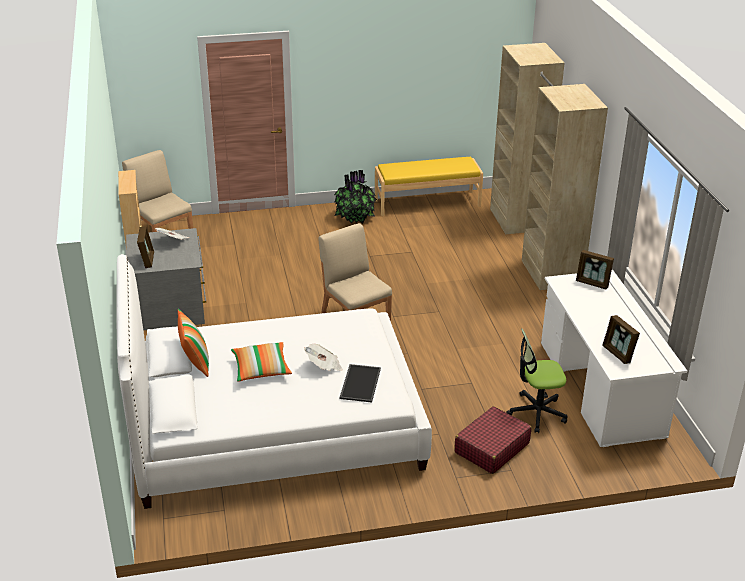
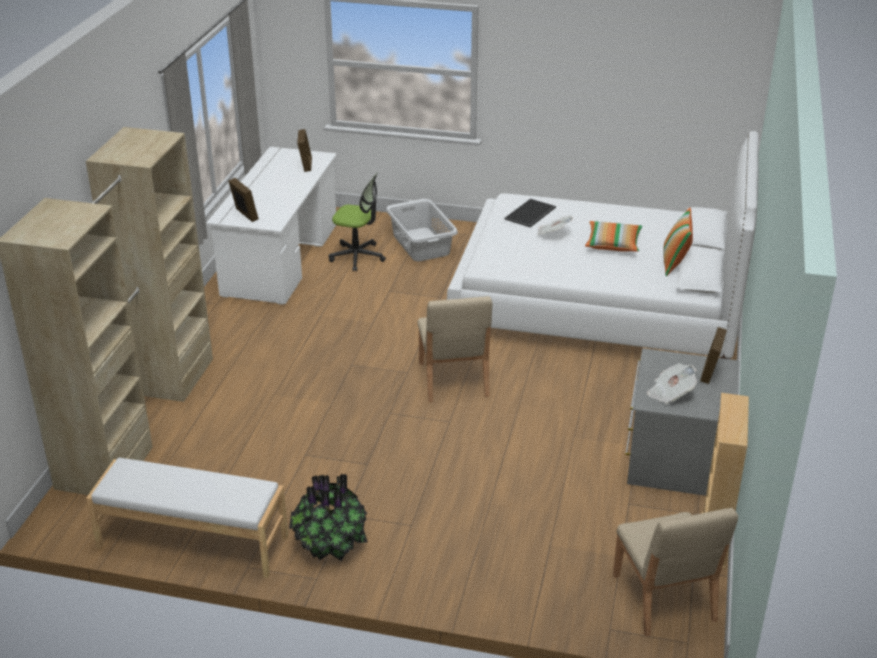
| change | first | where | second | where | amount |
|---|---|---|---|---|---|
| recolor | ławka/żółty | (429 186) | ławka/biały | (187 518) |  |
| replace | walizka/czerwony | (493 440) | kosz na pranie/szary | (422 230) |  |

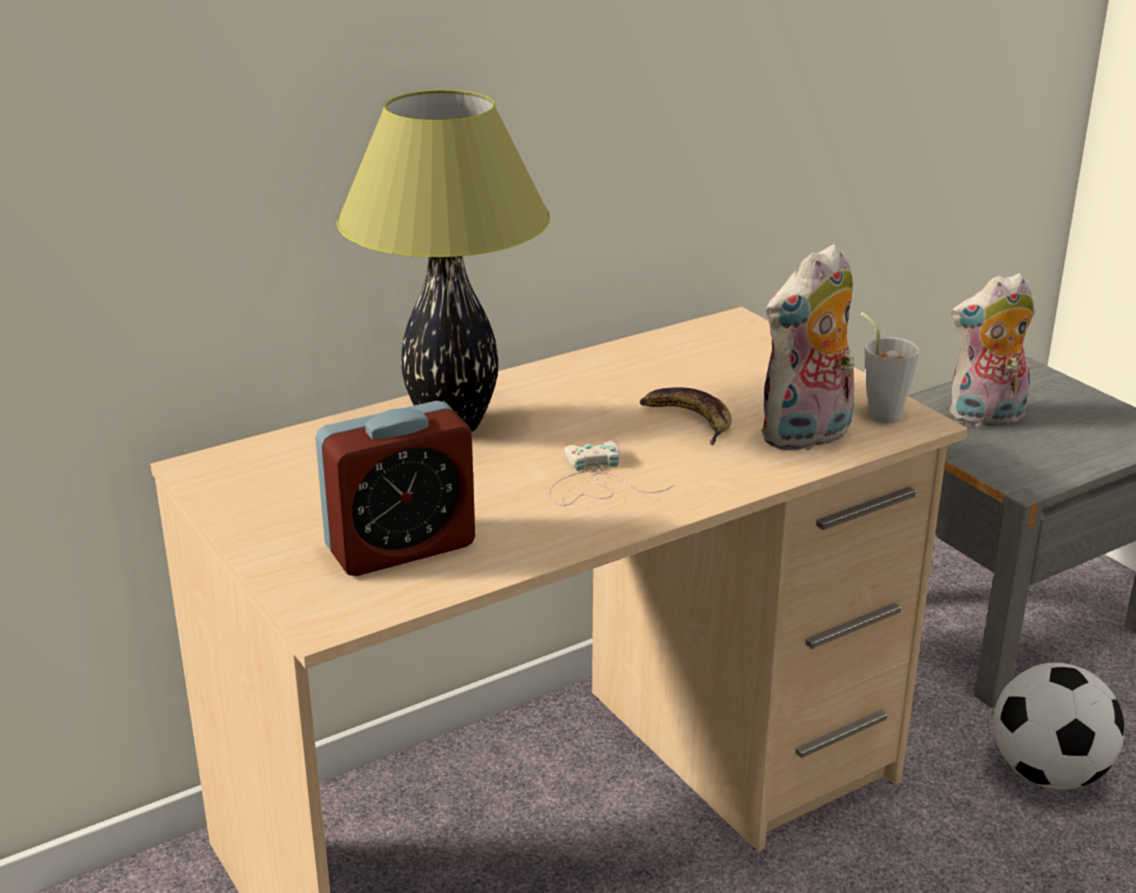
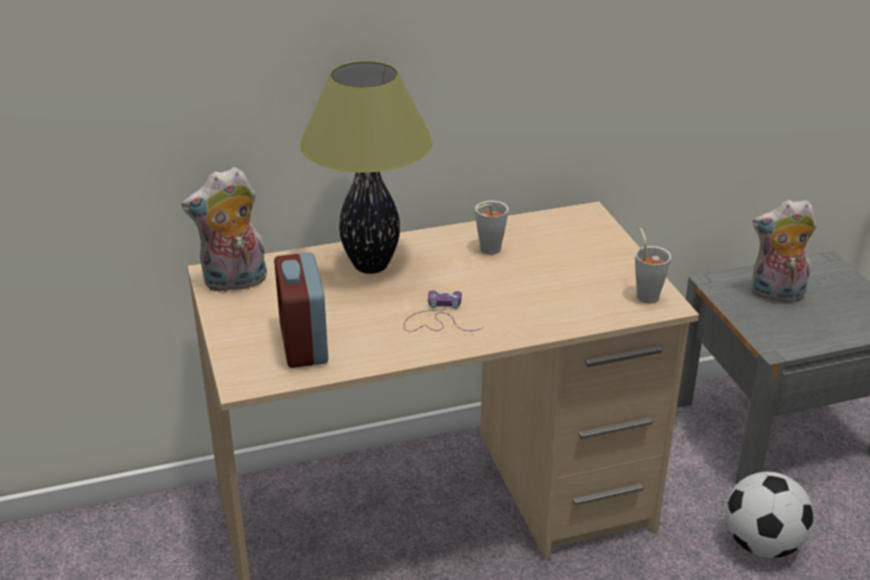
| change | first | where | second | where | amount |
|---|---|---|---|---|---|
| rotate | budzik | (395 488) |  | (301 310) | 90 degrees clockwise |
| recolor | pad do gier/biały | (612 473) | pad do gier/fioletowy | (444 311) |  |
| delete | banan | (685 416) |  |  |  |
| move | pluszak | (813 348) |  | (224 229) |  |
| insert |  |  | filiżanka/szary | (492 228) |  |

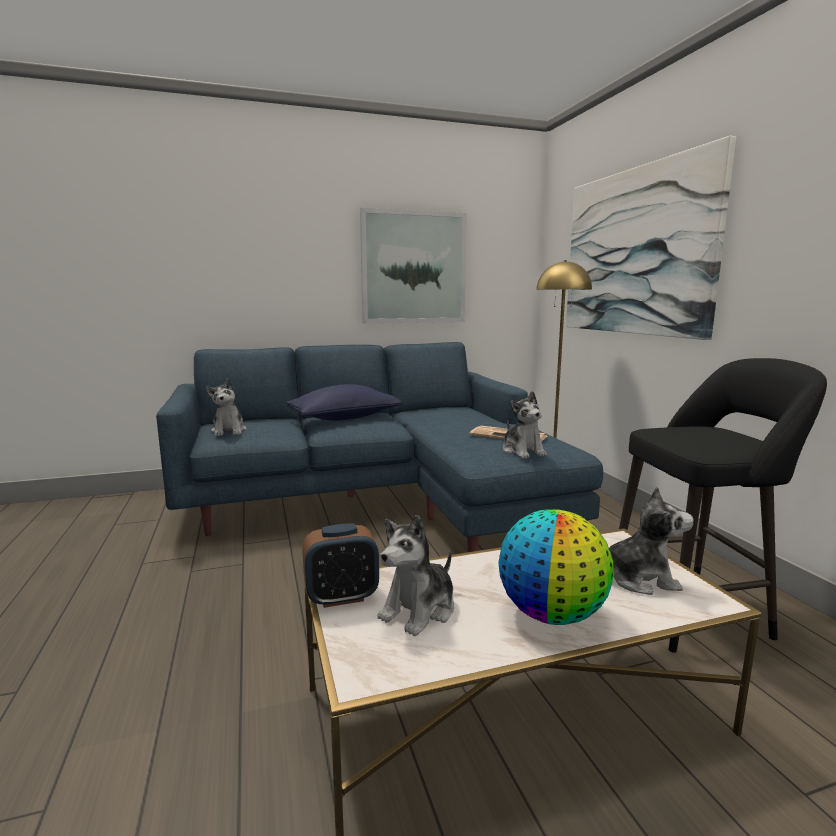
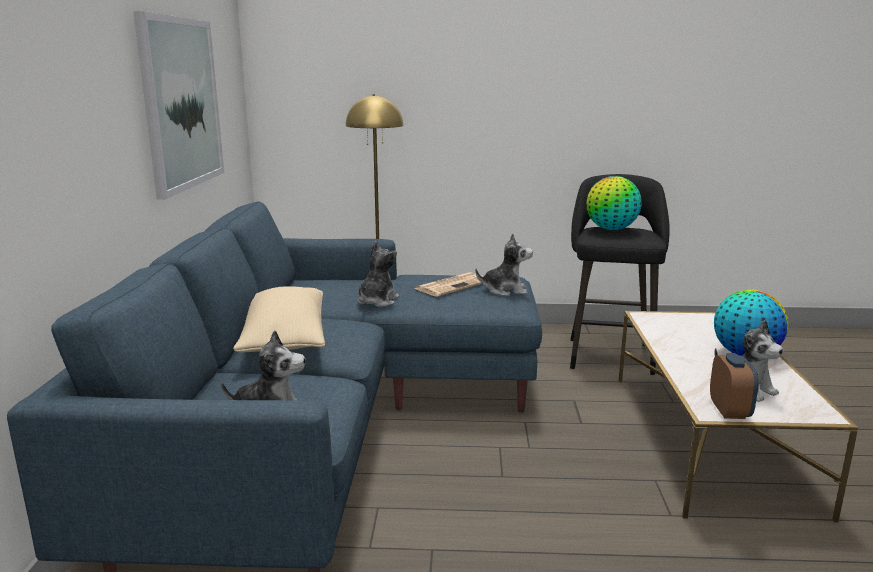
| change | first | where | second | where | amount |
|---|---|---|---|---|---|
| recolor | poduszka/niebieski | (344 402) | poduszka/beżowy | (279 319) |  |
| delete | obraz | (651 238) |  |  |  |
| move | pluszak | (651 541) |  | (378 273) |  |
| insert |  |  | globus | (614 203) |  |

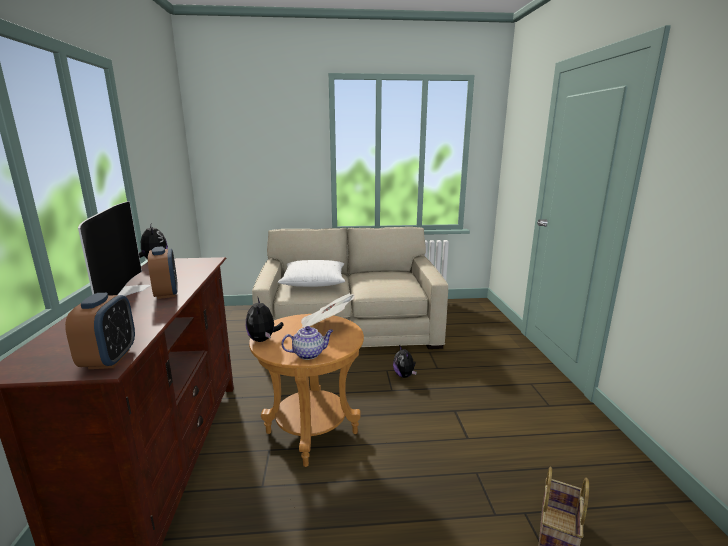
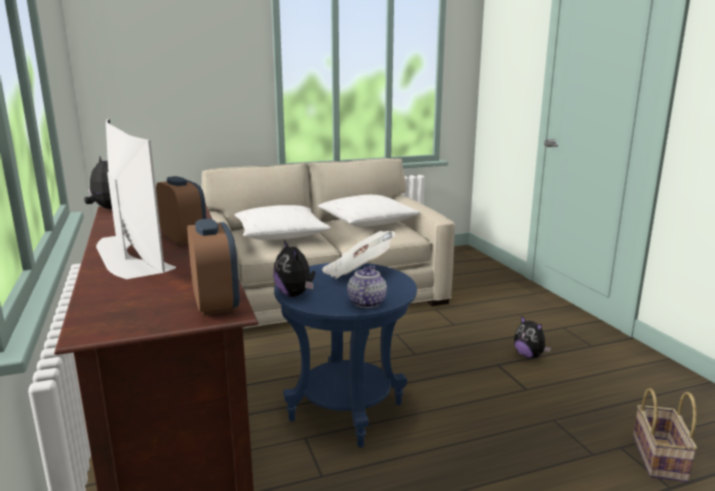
| change | first | where | second | where | amount |
|---|---|---|---|---|---|
| recolor | stolik/brązowy | (306 390) | stolik/niebieski | (345 355) |  |
| rotate | imbryk | (307 343) |  | (367 287) | 45 degrees counterclockwise |
| move | pluszak | (405 361) |  | (532 337) |  |
| insert |  |  | poduszka/biały | (369 211) |  |

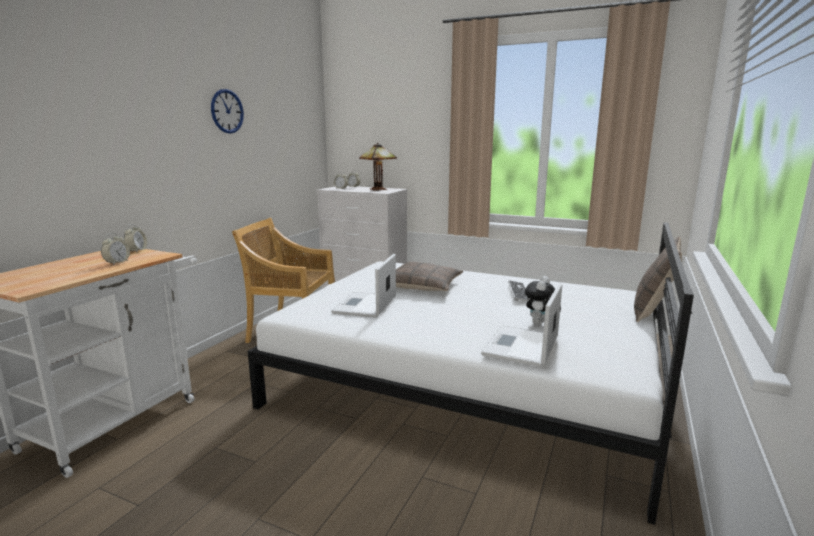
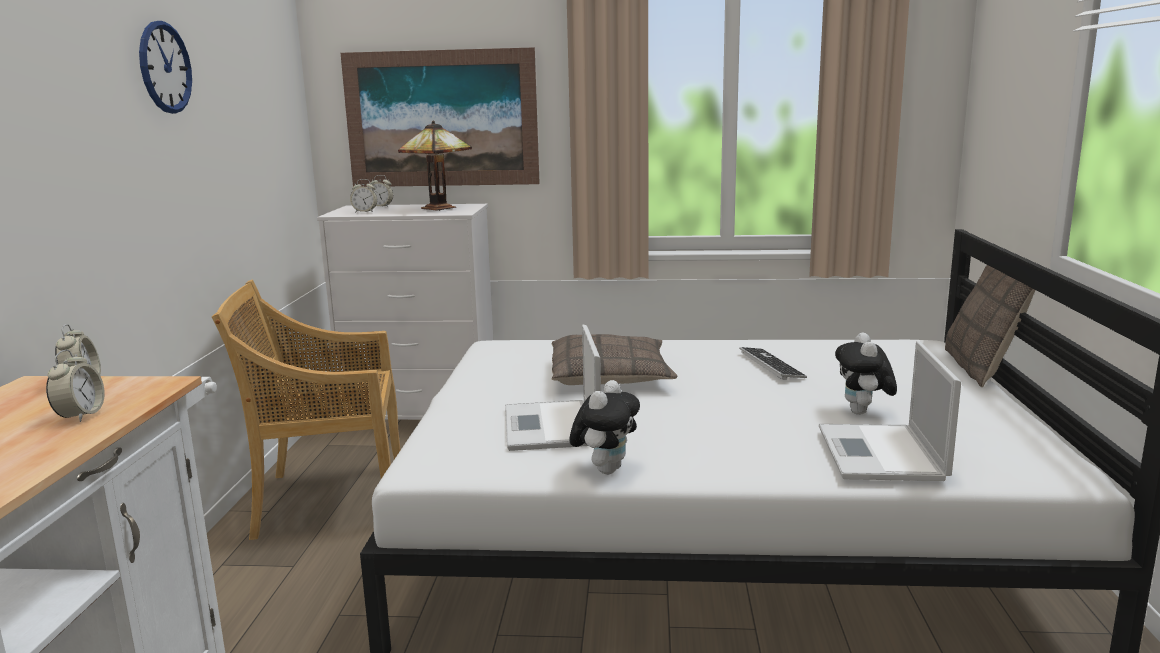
| change | first | where | second | where | amount |
|---|---|---|---|---|---|
| insert |  |  | obraz | (440 117) |  |
| insert |  |  | pluszak | (605 427) |  |

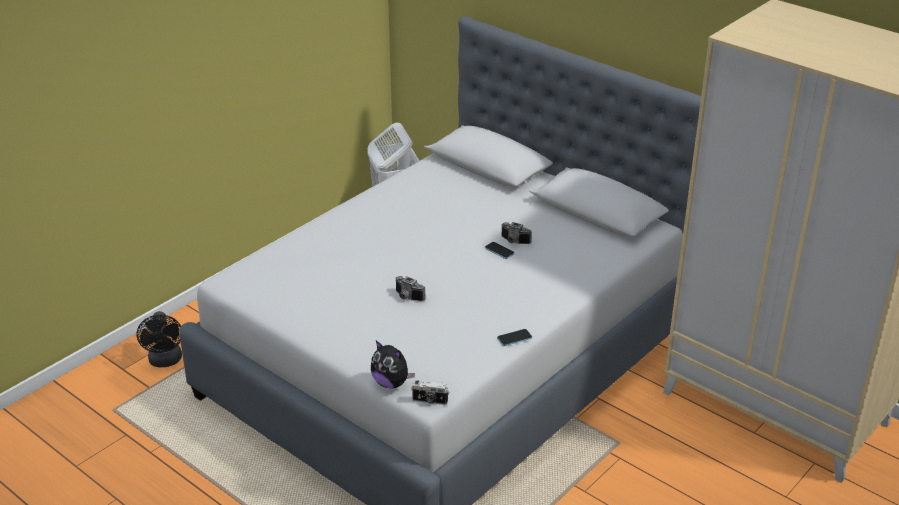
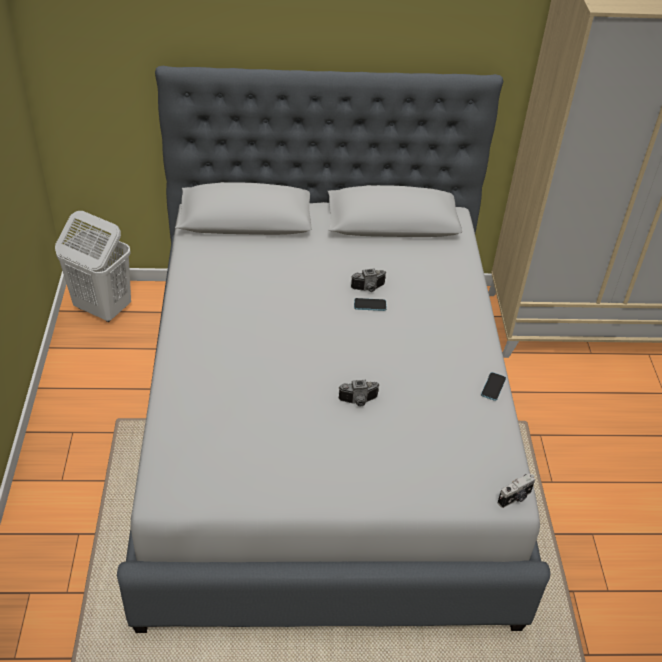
| change | first | where | second | where | amount |
|---|---|---|---|---|---|
| delete | wentylator/czarny | (159 339) |  |  |  |
| delete | pluszak | (393 365) |  |  |  |

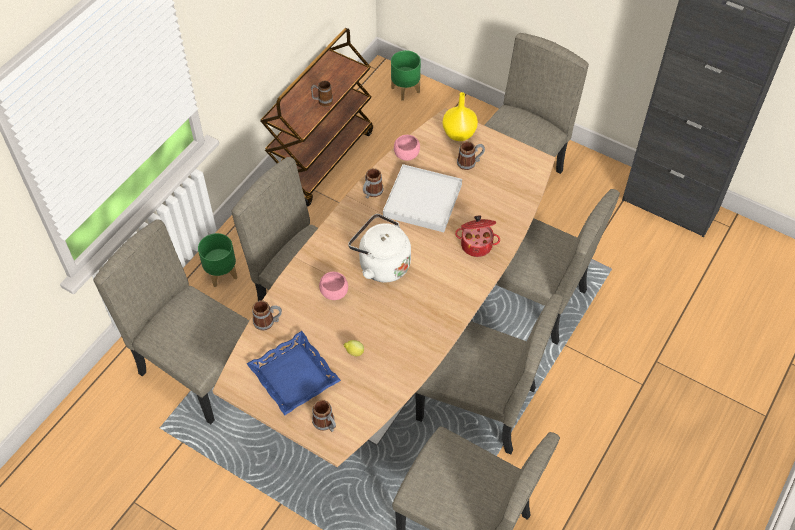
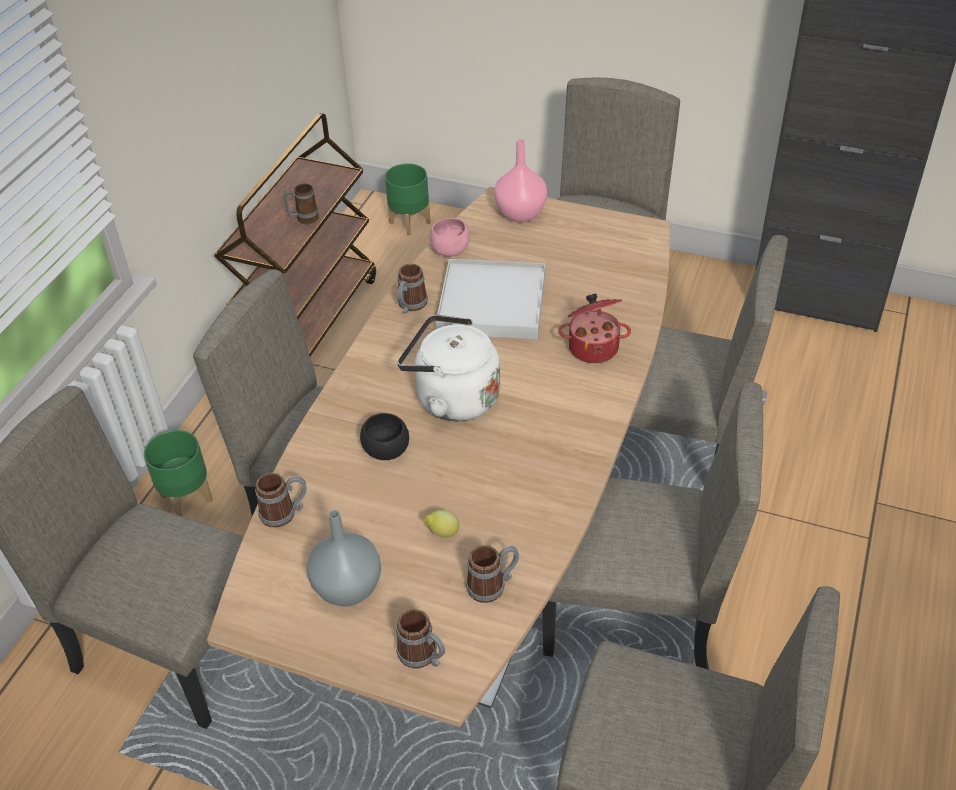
| change | first | where | second | where | amount |
|---|---|---|---|---|---|
| replace | taca/niebieski | (294 373) | wazon/szary | (344 558) |  |
| recolor | miska/różowy | (333 286) | miska/czarny | (384 436) |  |
| recolor | wazon/żółty | (460 116) | wazon/różowy | (520 181) |  |
| move | kubek | (471 155) |  | (492 574) |  |

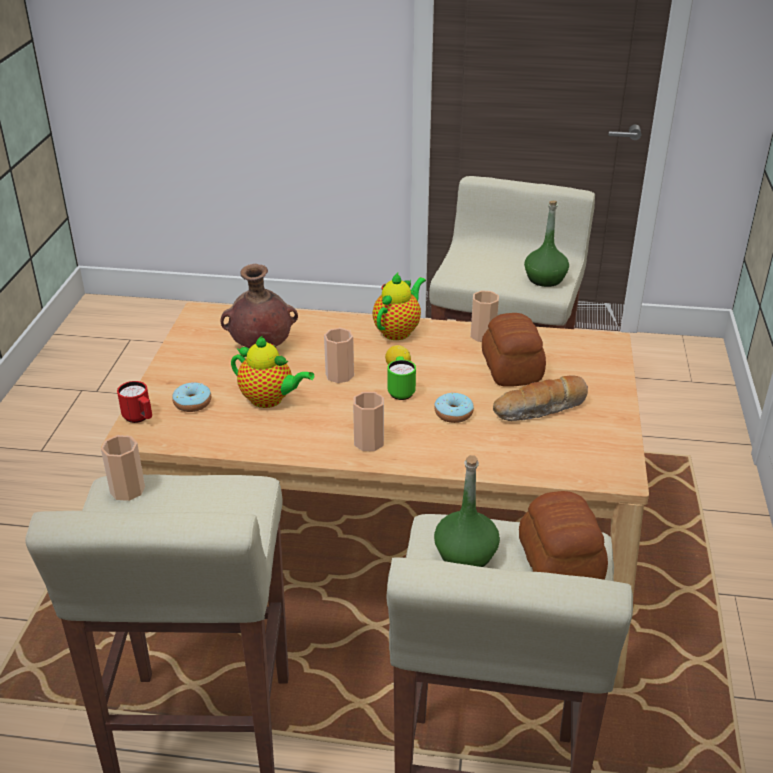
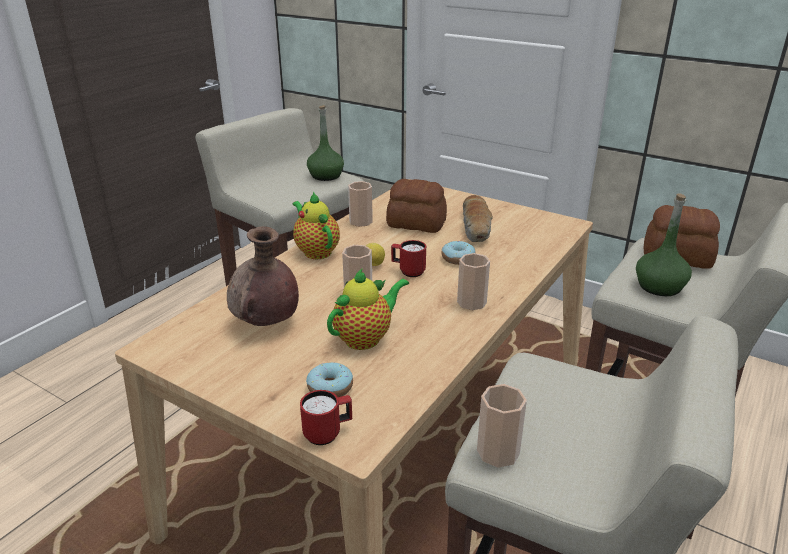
| change | first | where | second | where | amount |
|---|---|---|---|---|---|
| recolor | kubek/zielony | (401 378) | kubek/czerwony | (408 258) |  |

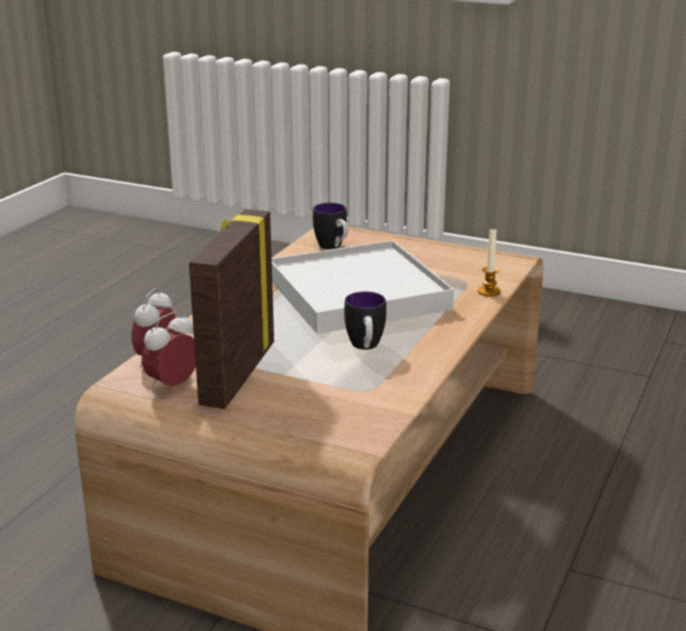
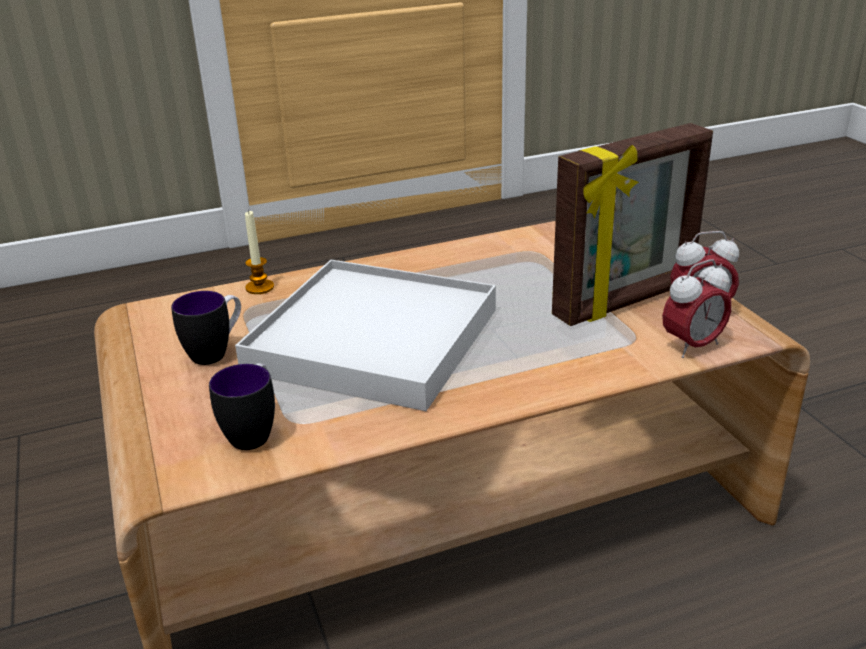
| change | first | where | second | where | amount |
|---|---|---|---|---|---|
| move | kubek | (365 320) |  | (206 328) |  |

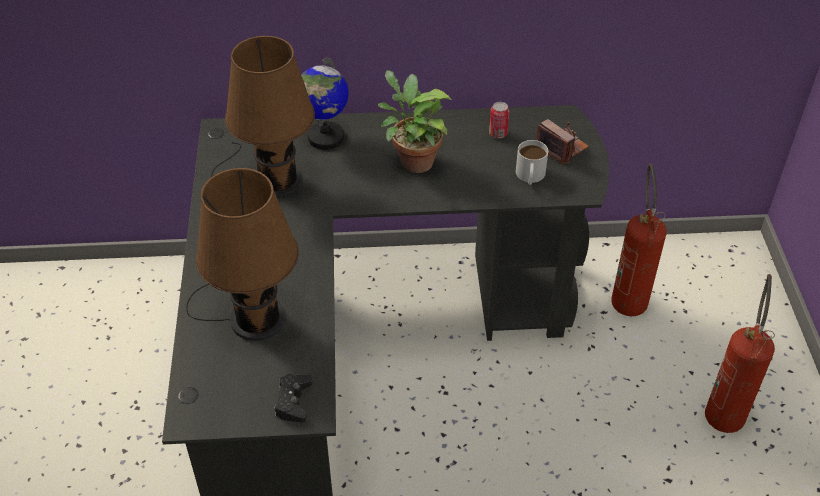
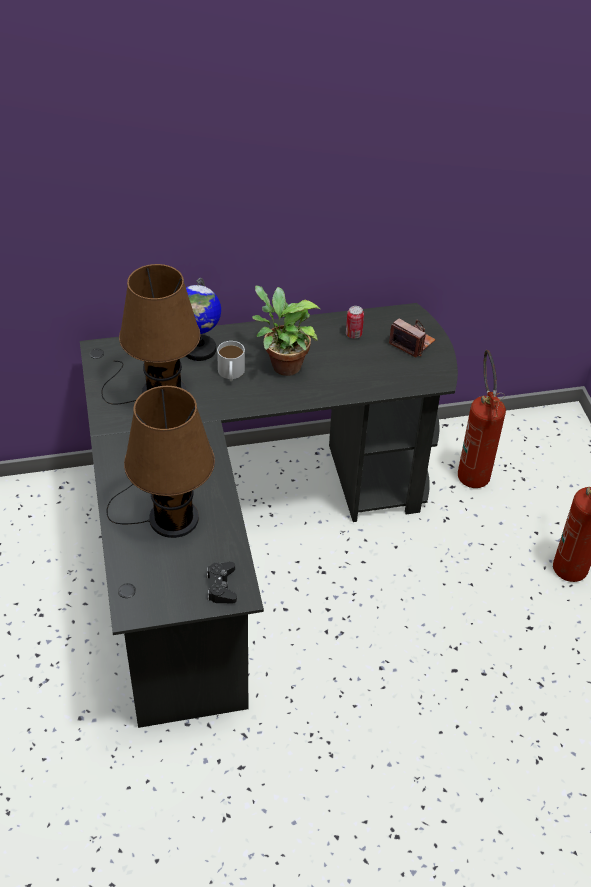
| change | first | where | second | where | amount |
|---|---|---|---|---|---|
| move | kubek/biały | (532 162) |  | (231 361) |  |

